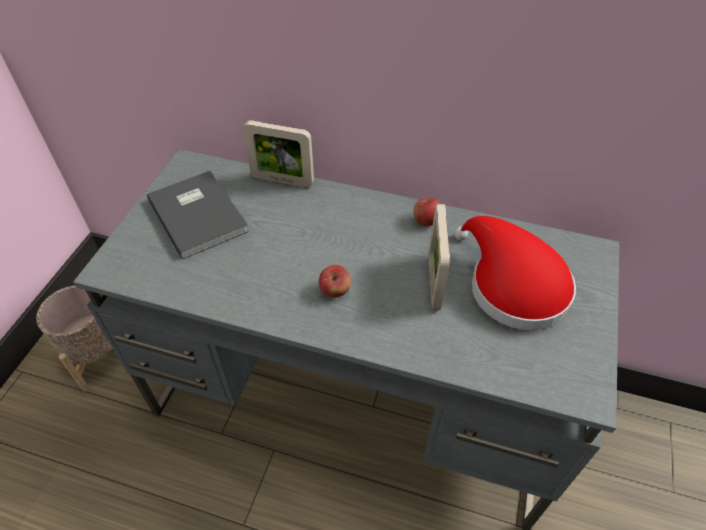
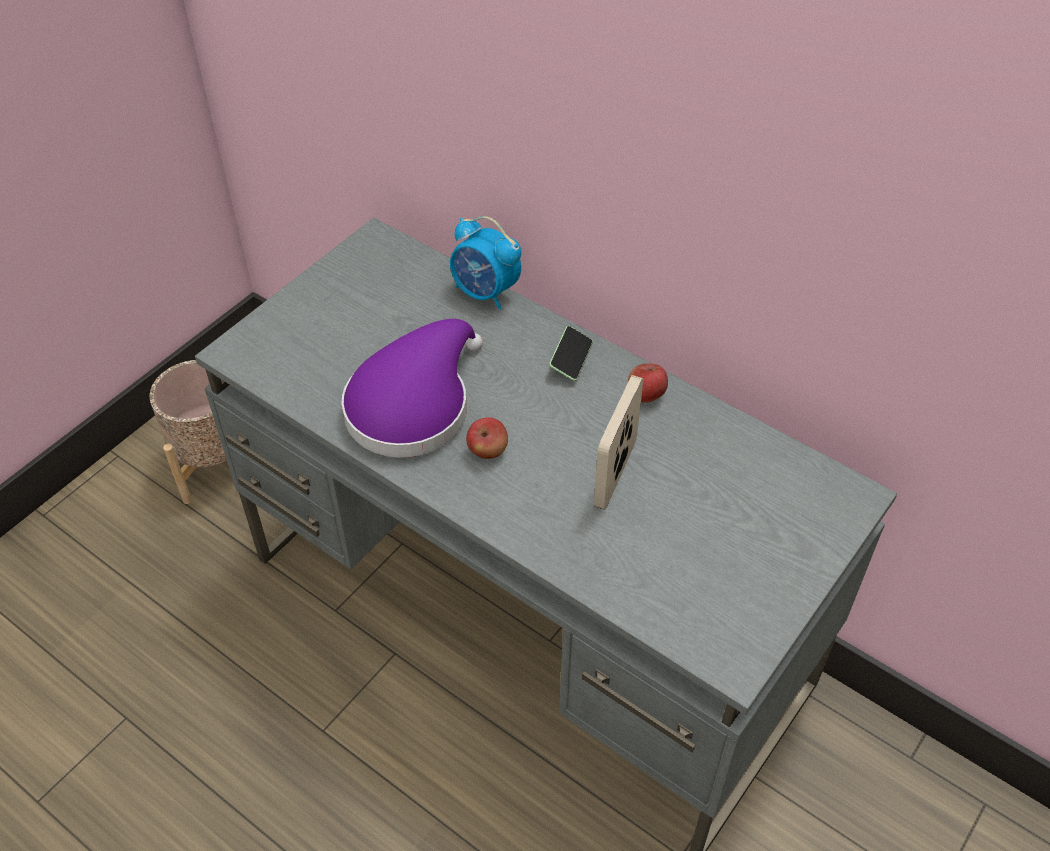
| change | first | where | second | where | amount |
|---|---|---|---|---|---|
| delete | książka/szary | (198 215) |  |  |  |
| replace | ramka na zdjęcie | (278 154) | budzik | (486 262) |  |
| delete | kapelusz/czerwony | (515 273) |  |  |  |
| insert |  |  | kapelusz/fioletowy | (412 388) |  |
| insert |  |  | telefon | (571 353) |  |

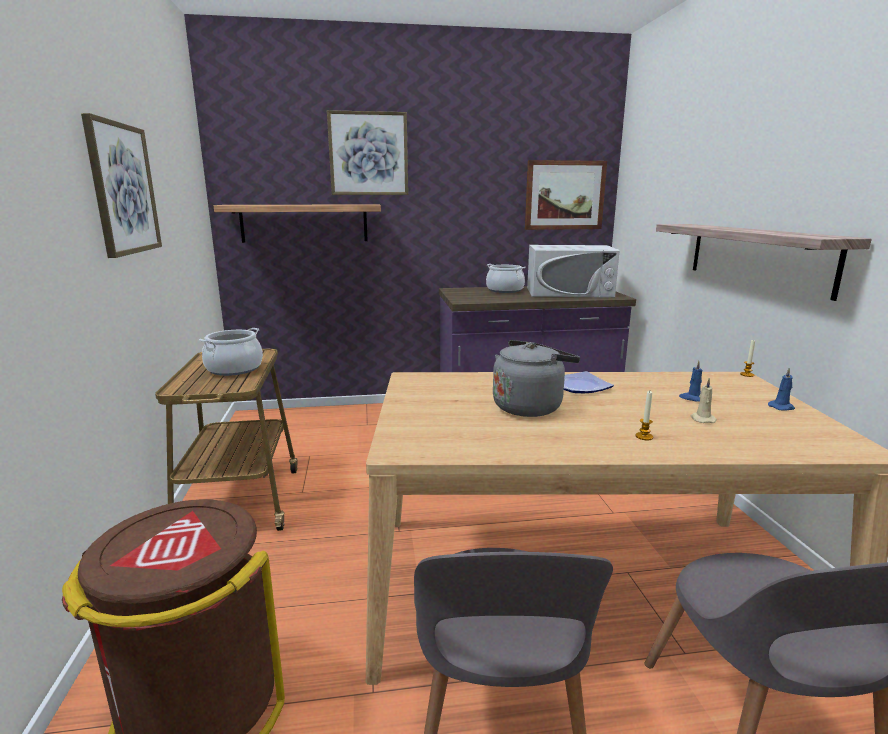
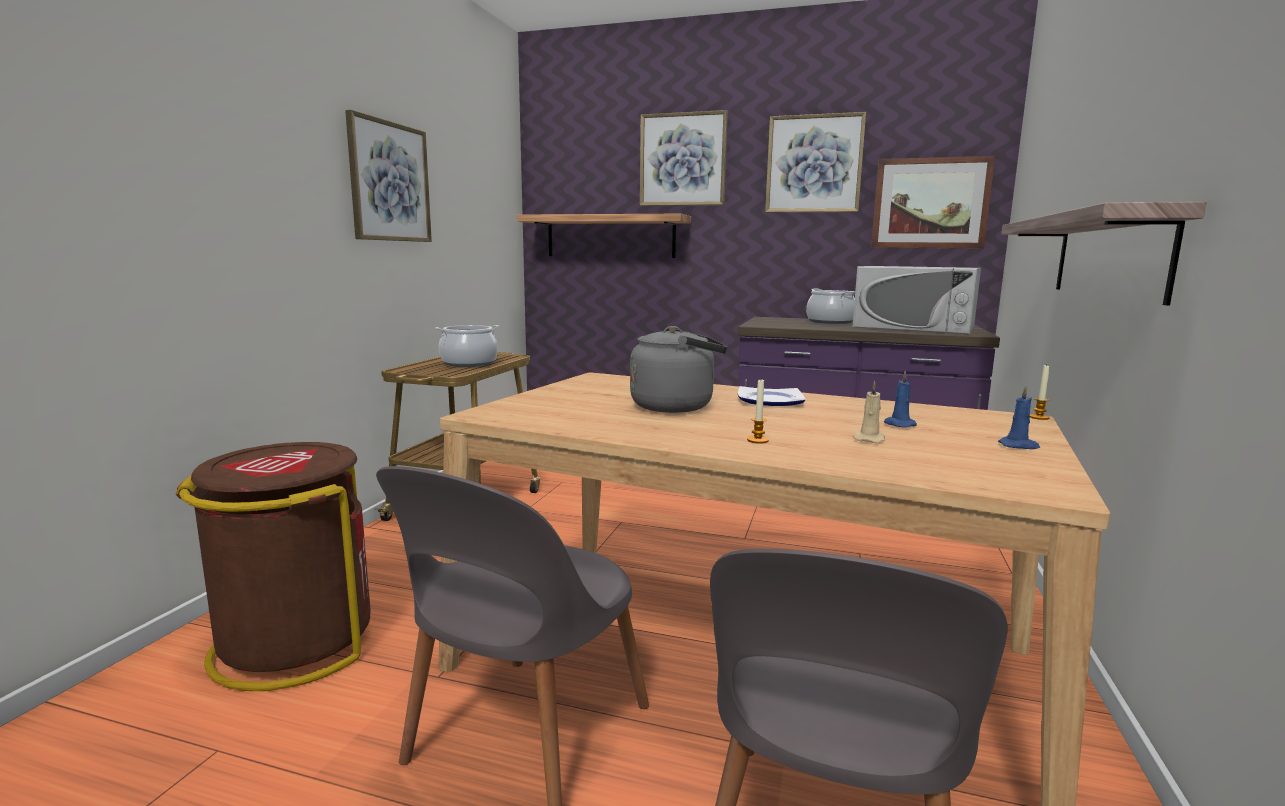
| change | first | where | second | where | amount |
|---|---|---|---|---|---|
| insert |  |  | obraz | (815 162) |  |

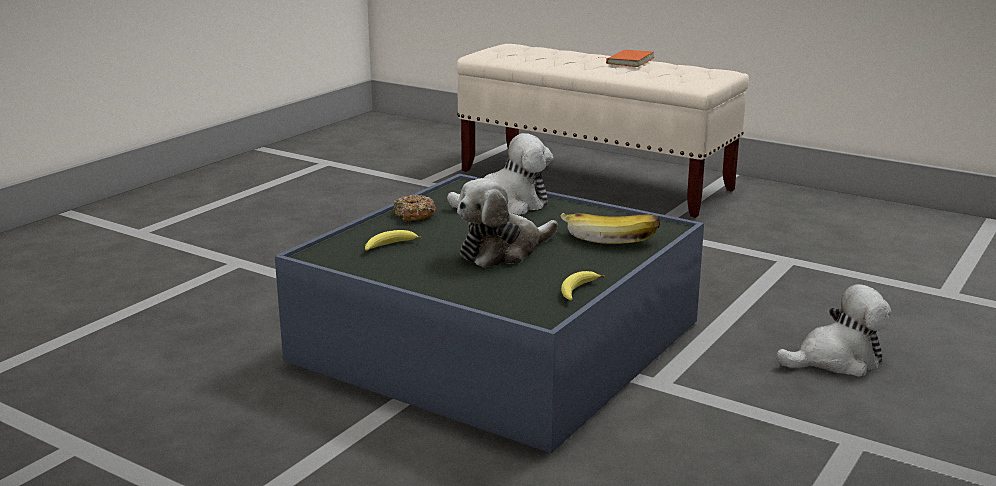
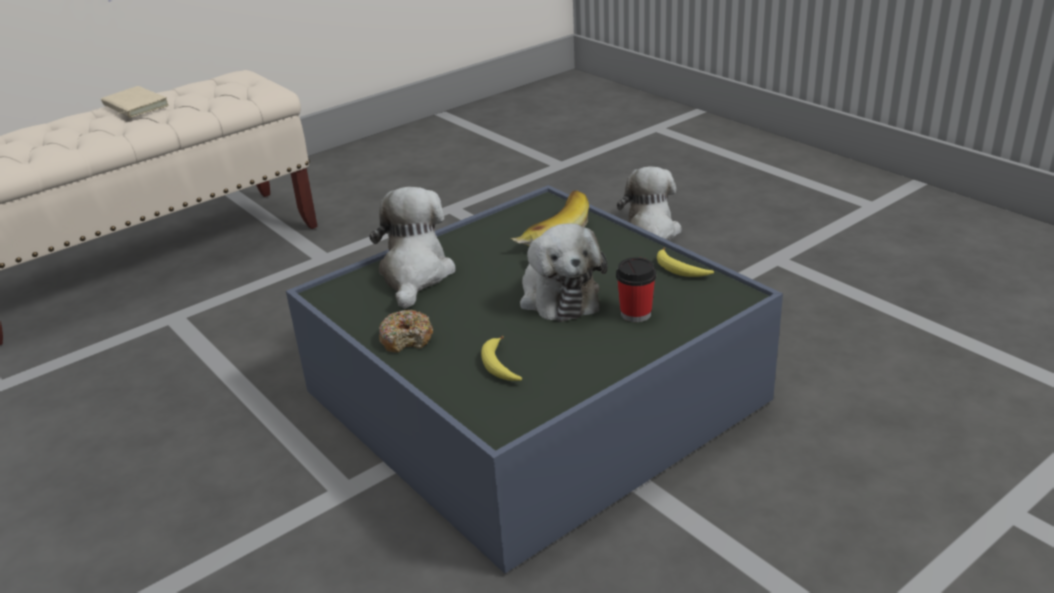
| change | first | where | second | where | amount |
|---|---|---|---|---|---|
| recolor | książka/pomarańczowy | (626 58) | książka/beżowy | (135 102) |  |
| insert |  |  | filiżanka | (636 289) |  |

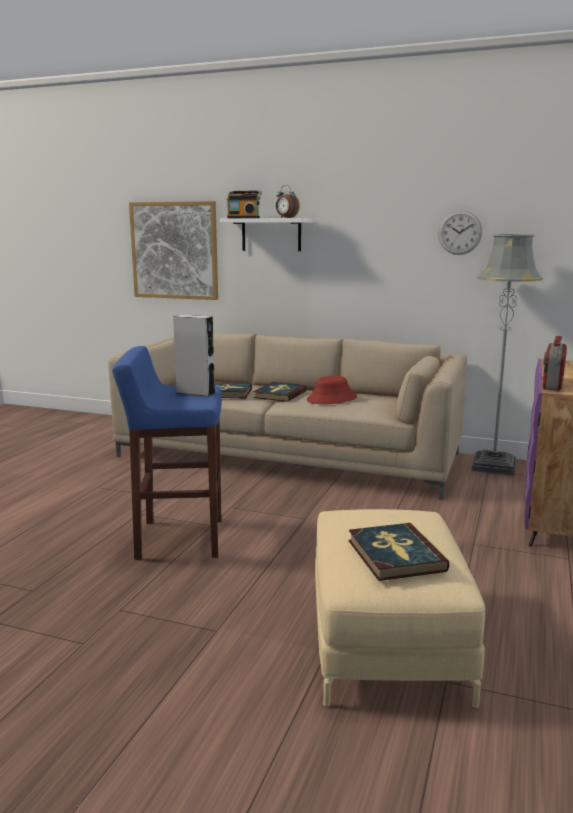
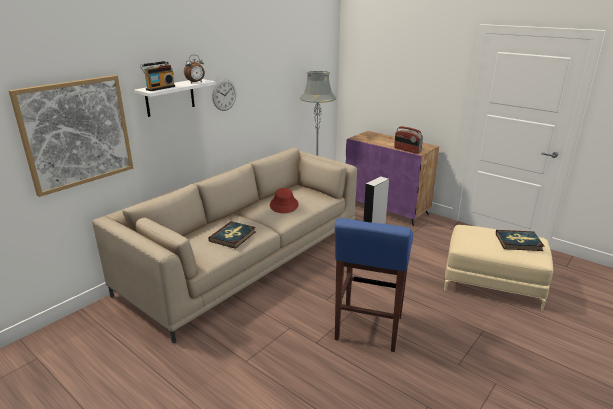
| change | first | where | second | where | amount |
|---|---|---|---|---|---|
| delete | książka | (280 392) |  |  |  |
| move | zegar ścienny | (460 232) |  | (224 95) |  |

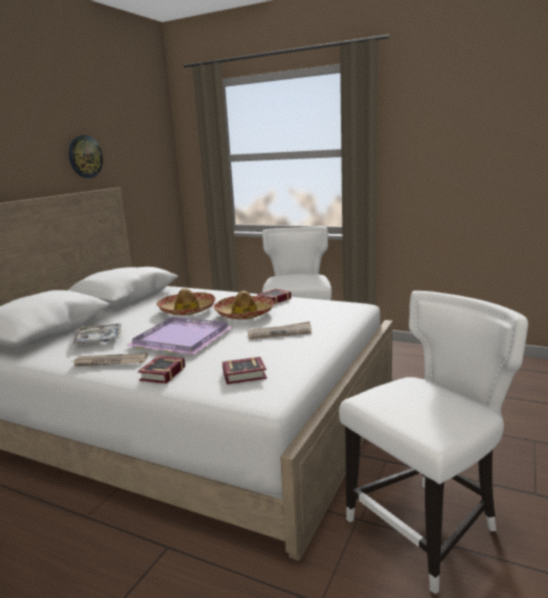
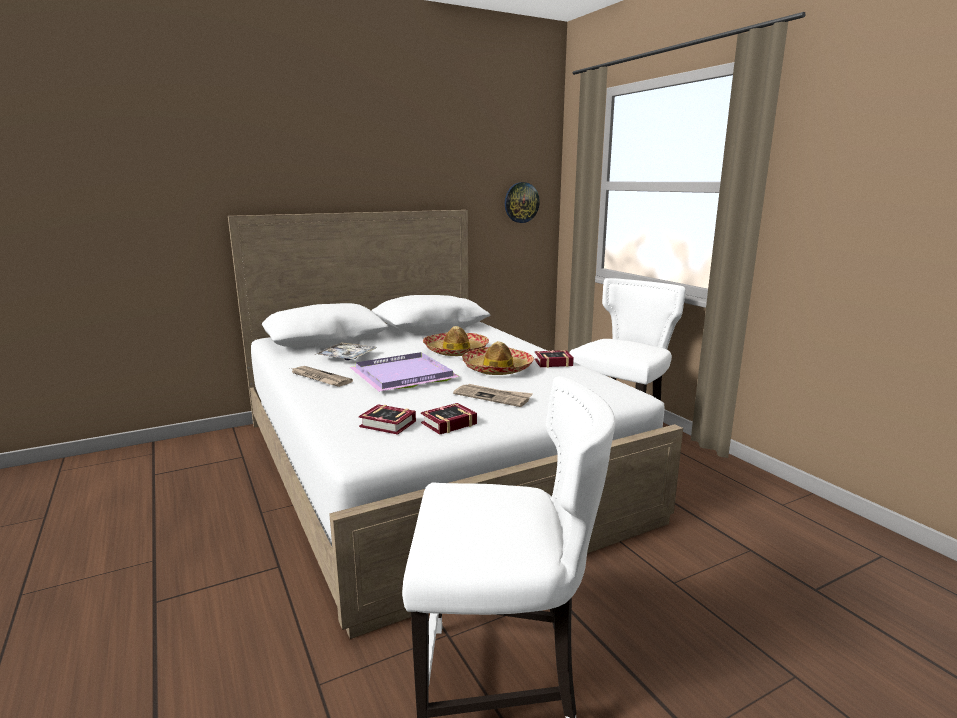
| change | first | where | second | where | amount |
|---|---|---|---|---|---|
| move | zegar ścienny | (86 156) |  | (522 202) |  |
| move | książka | (161 370) |  | (449 419) |  |

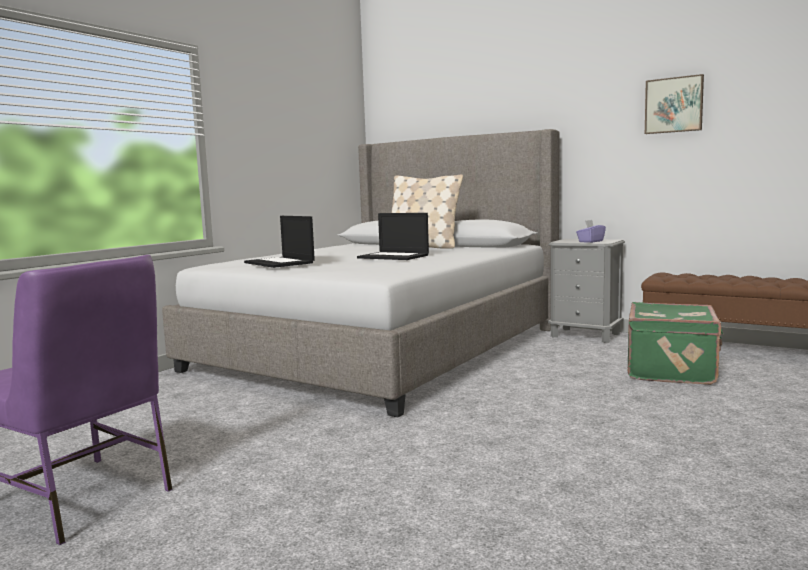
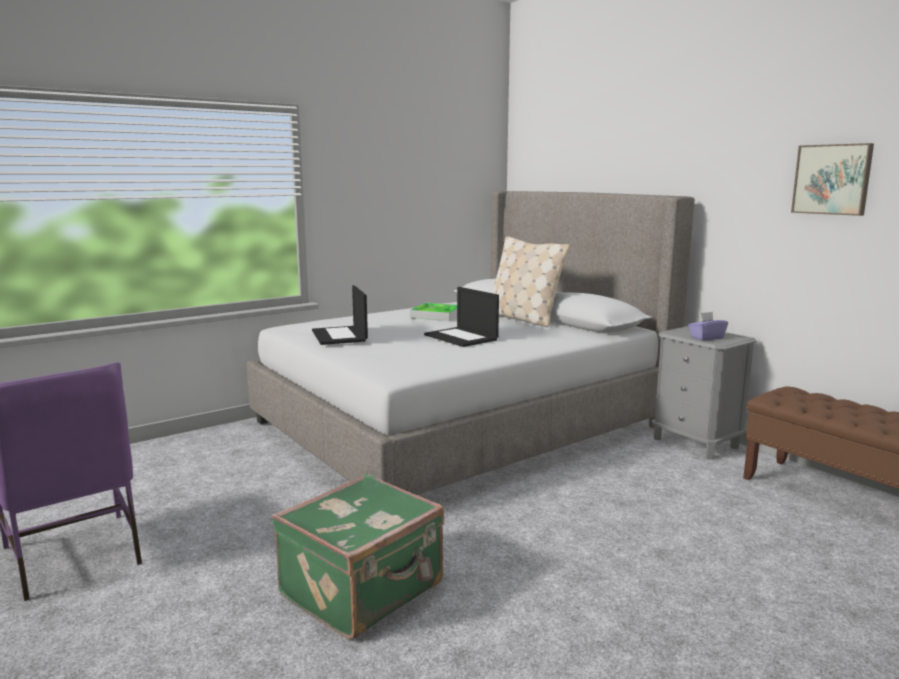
| change | first | where | second | where | amount |
|---|---|---|---|---|---|
| move | walizka/zielony | (676 343) |  | (358 556) |  |
| insert |  |  | taca | (433 312) |  |

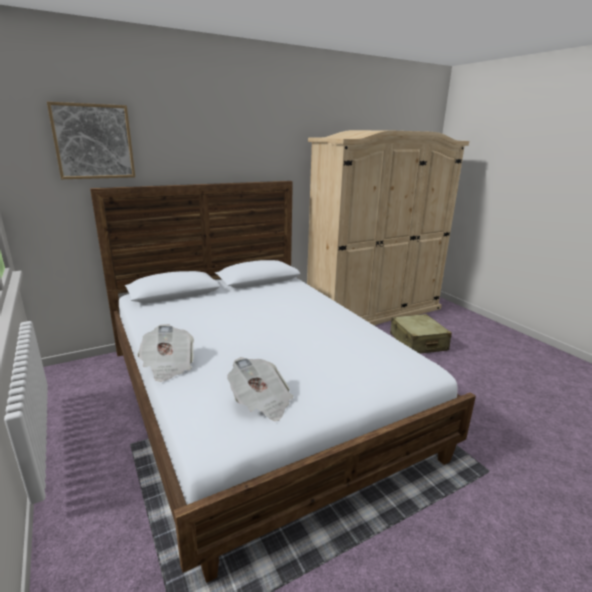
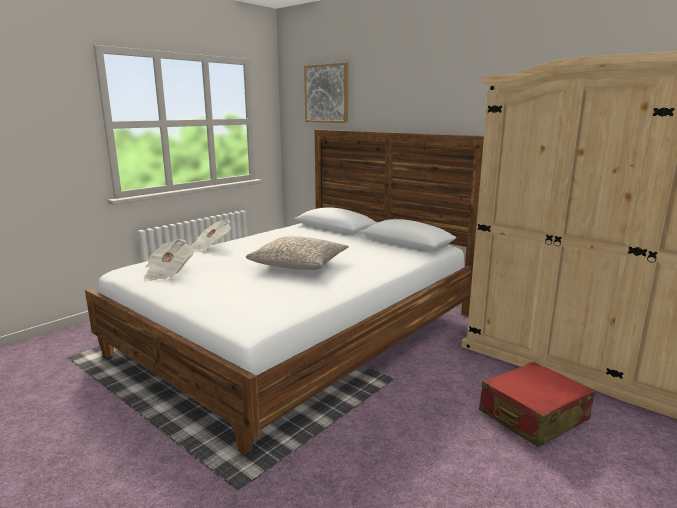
| change | first | where | second | where | amount |
|---|---|---|---|---|---|
| recolor | walizka/beżowy | (421 334) | walizka/czerwony | (537 404) |  |
| insert |  |  | poduszka/szary | (297 253) |  |

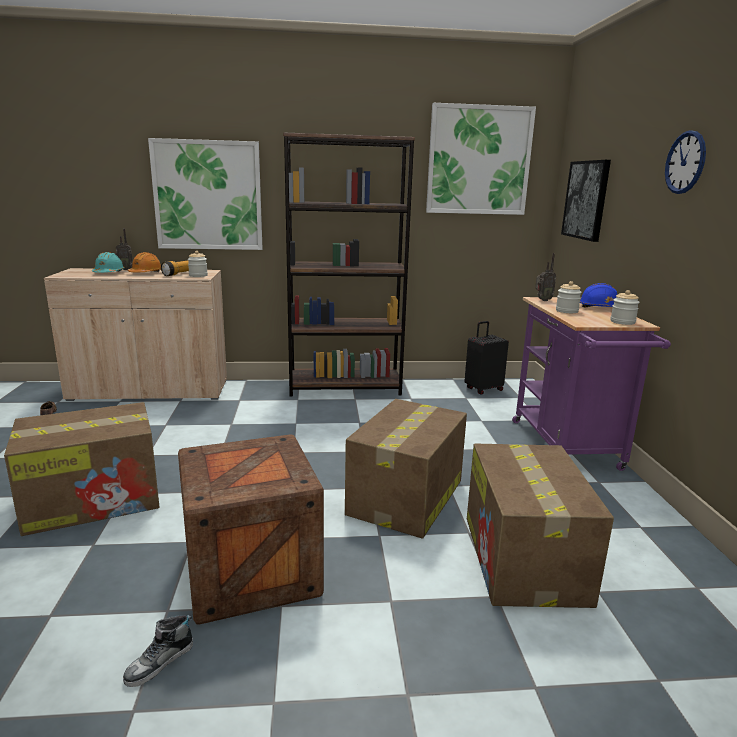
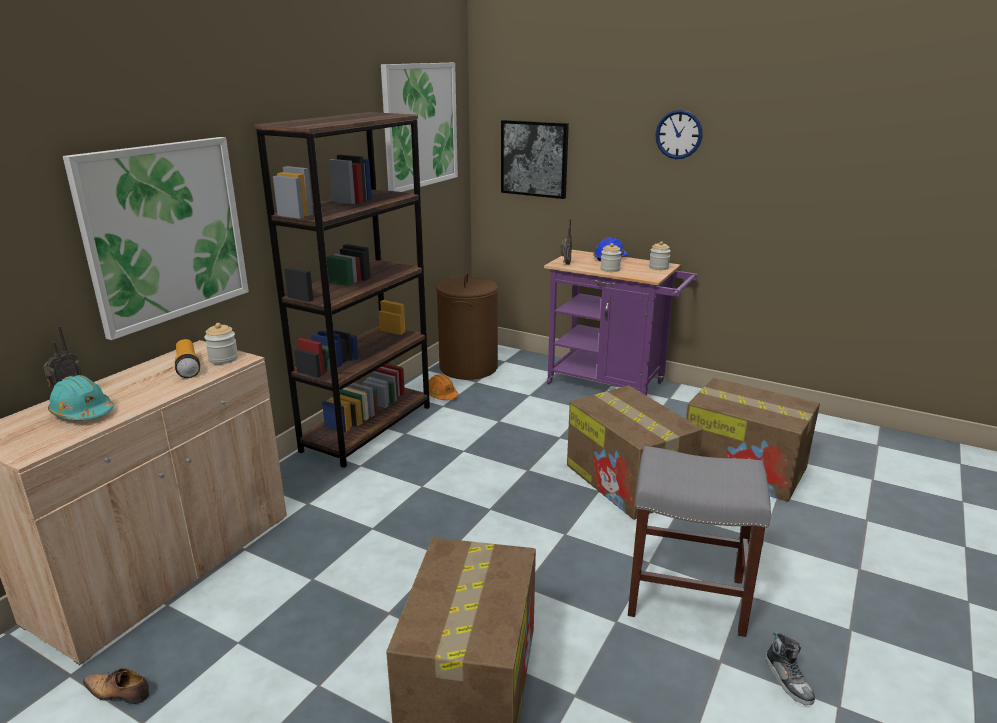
| change | first | where | second | where | amount |
|---|---|---|---|---|---|
| move | kask/pomarańczowy | (144 262) |  | (443 387) |  |
| replace | skrzynka | (251 529) | stołek/szary | (699 541) |  |
| replace | walizka/czarny | (487 358) | kosz na pranie/brązowy | (467 326) |  |

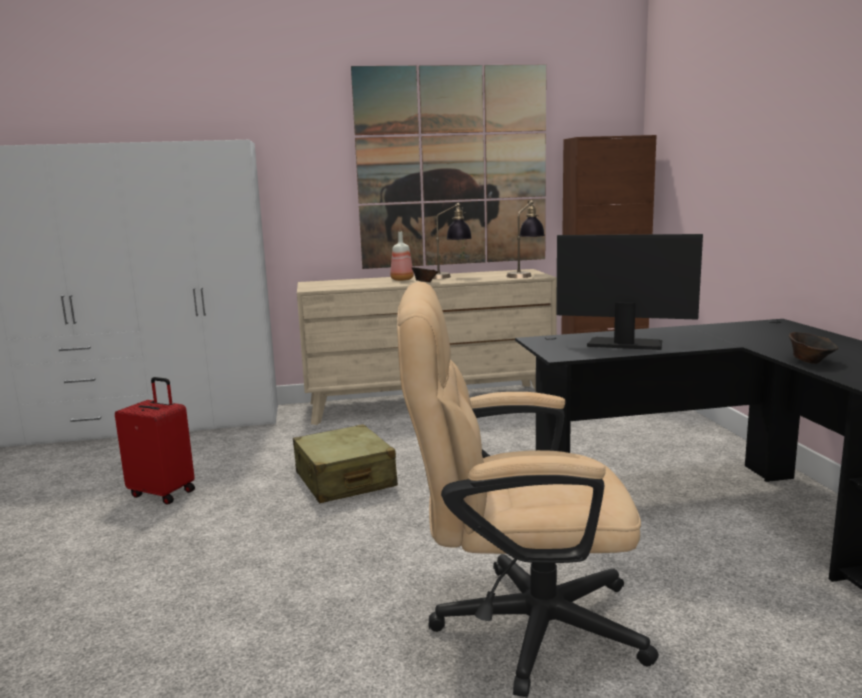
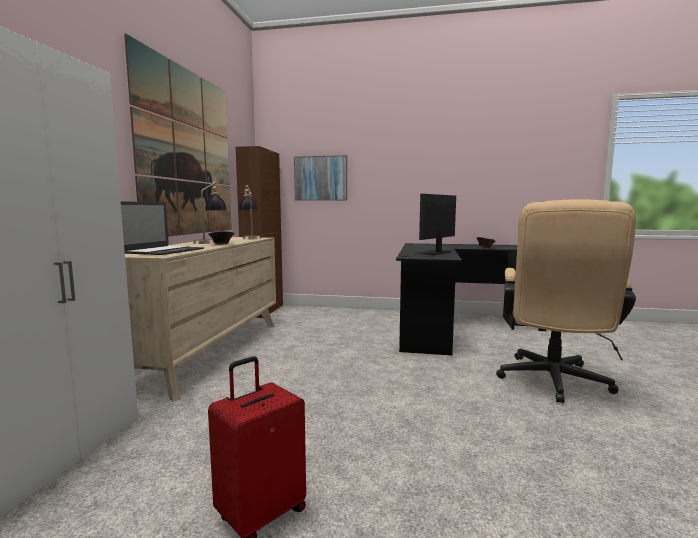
| change | first | where | second | where | amount |
|---|---|---|---|---|---|
| delete | walizka/beżowy | (345 463) |  |  |  |
| delete | butelka | (402 256) |  |  |  |
| insert |  |  | laptop | (162 228) |  |
| insert |  |  | obraz | (320 178) |  |

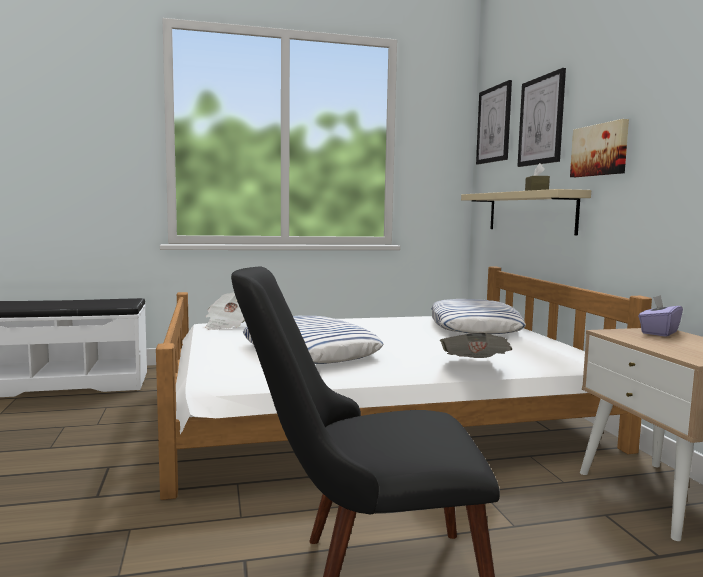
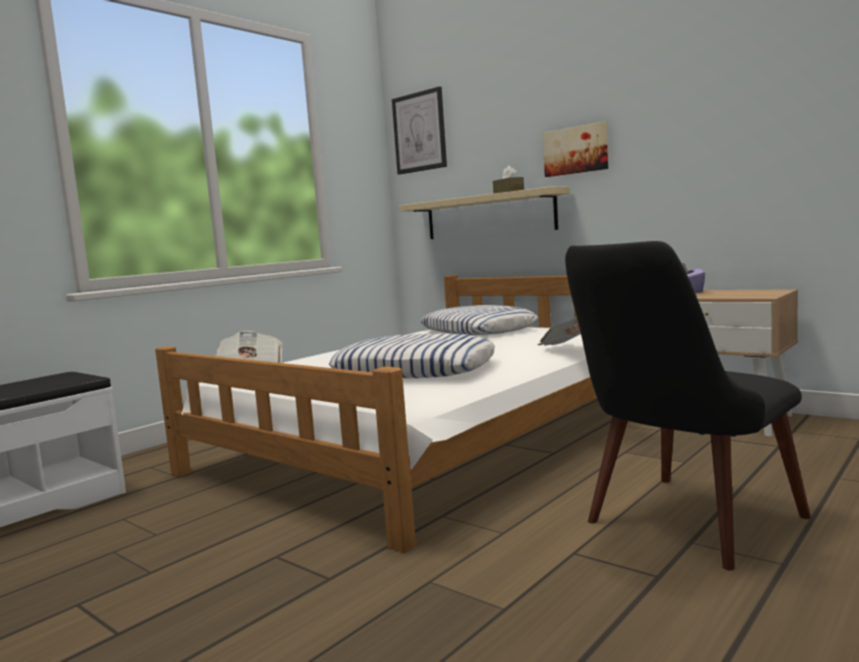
| change | first | where | second | where | amount |
|---|---|---|---|---|---|
| delete | obraz | (541 117) |  |  |  |

